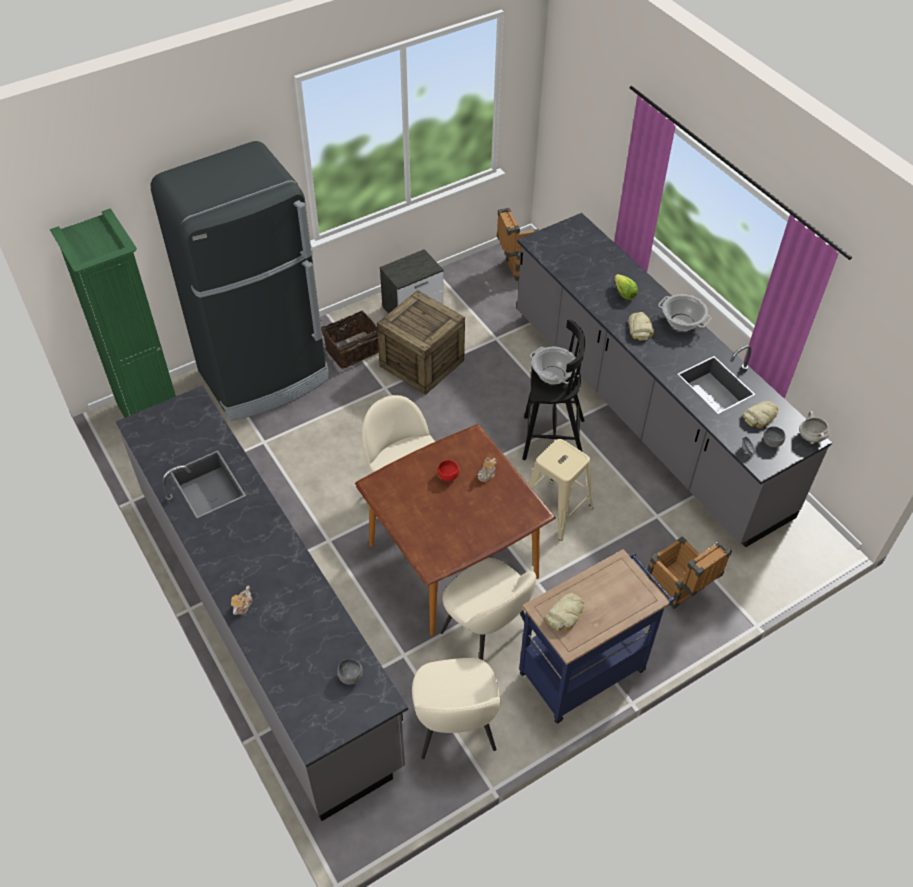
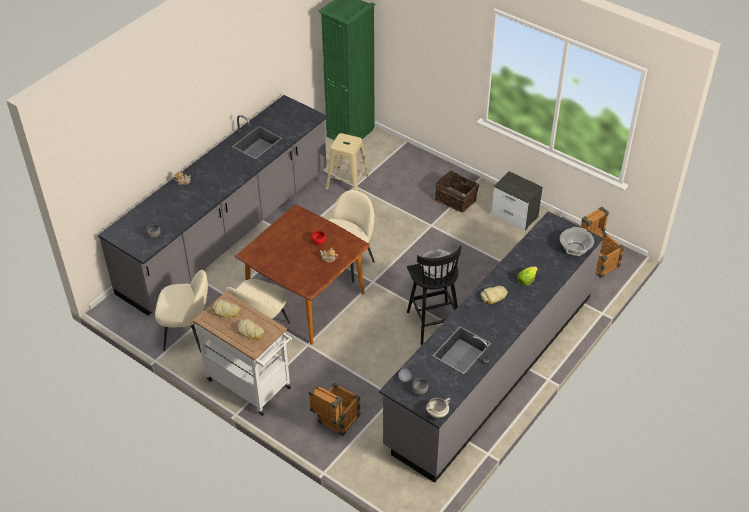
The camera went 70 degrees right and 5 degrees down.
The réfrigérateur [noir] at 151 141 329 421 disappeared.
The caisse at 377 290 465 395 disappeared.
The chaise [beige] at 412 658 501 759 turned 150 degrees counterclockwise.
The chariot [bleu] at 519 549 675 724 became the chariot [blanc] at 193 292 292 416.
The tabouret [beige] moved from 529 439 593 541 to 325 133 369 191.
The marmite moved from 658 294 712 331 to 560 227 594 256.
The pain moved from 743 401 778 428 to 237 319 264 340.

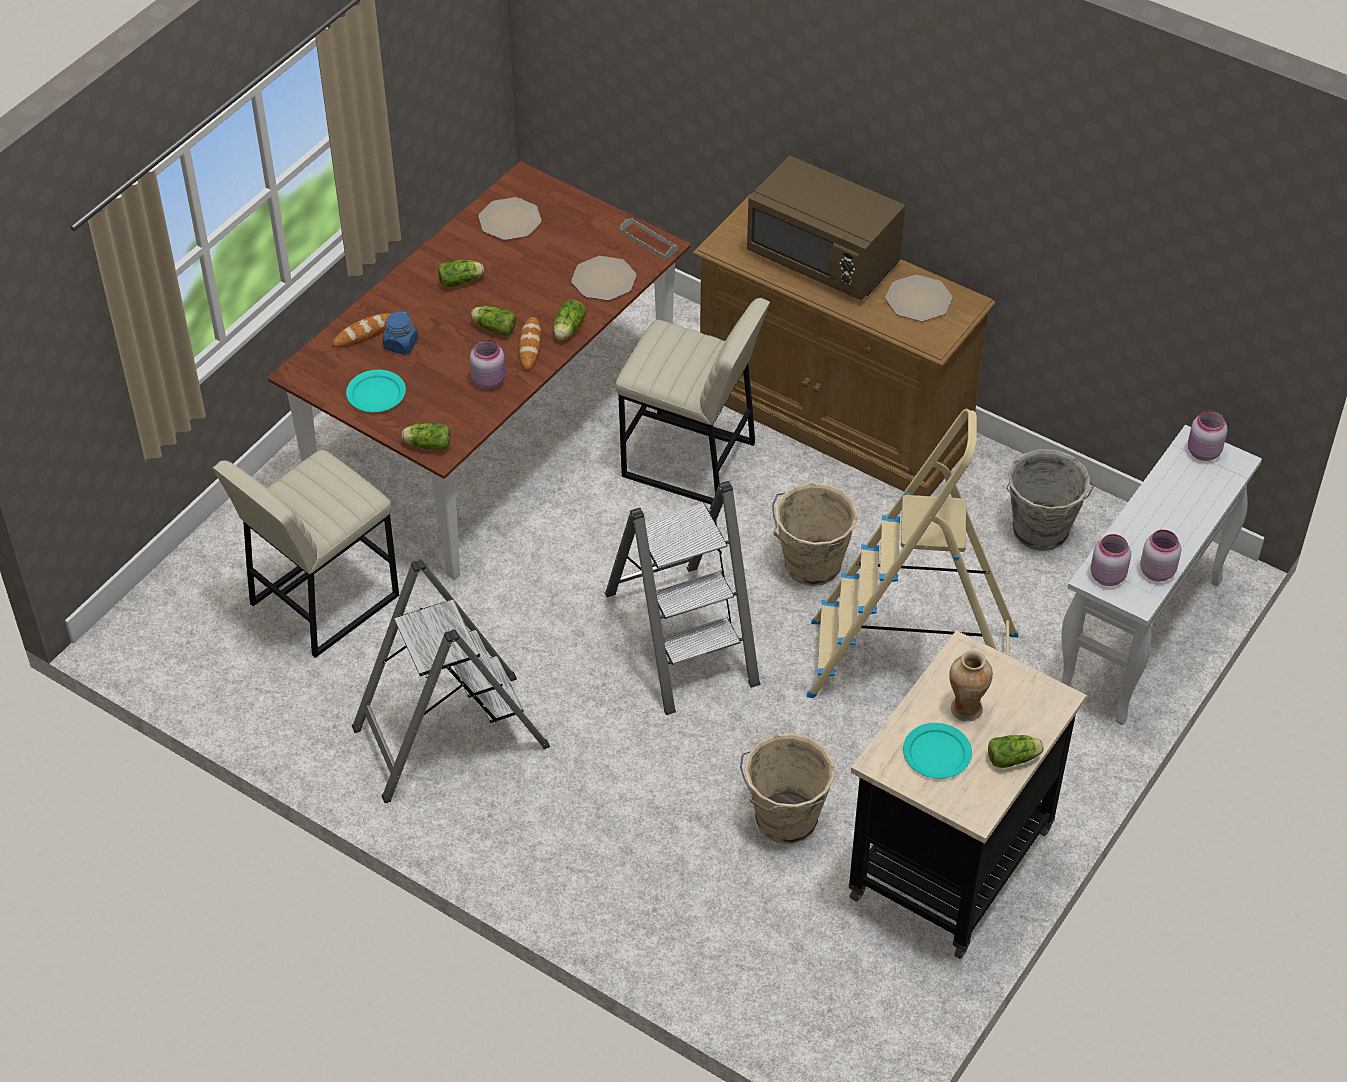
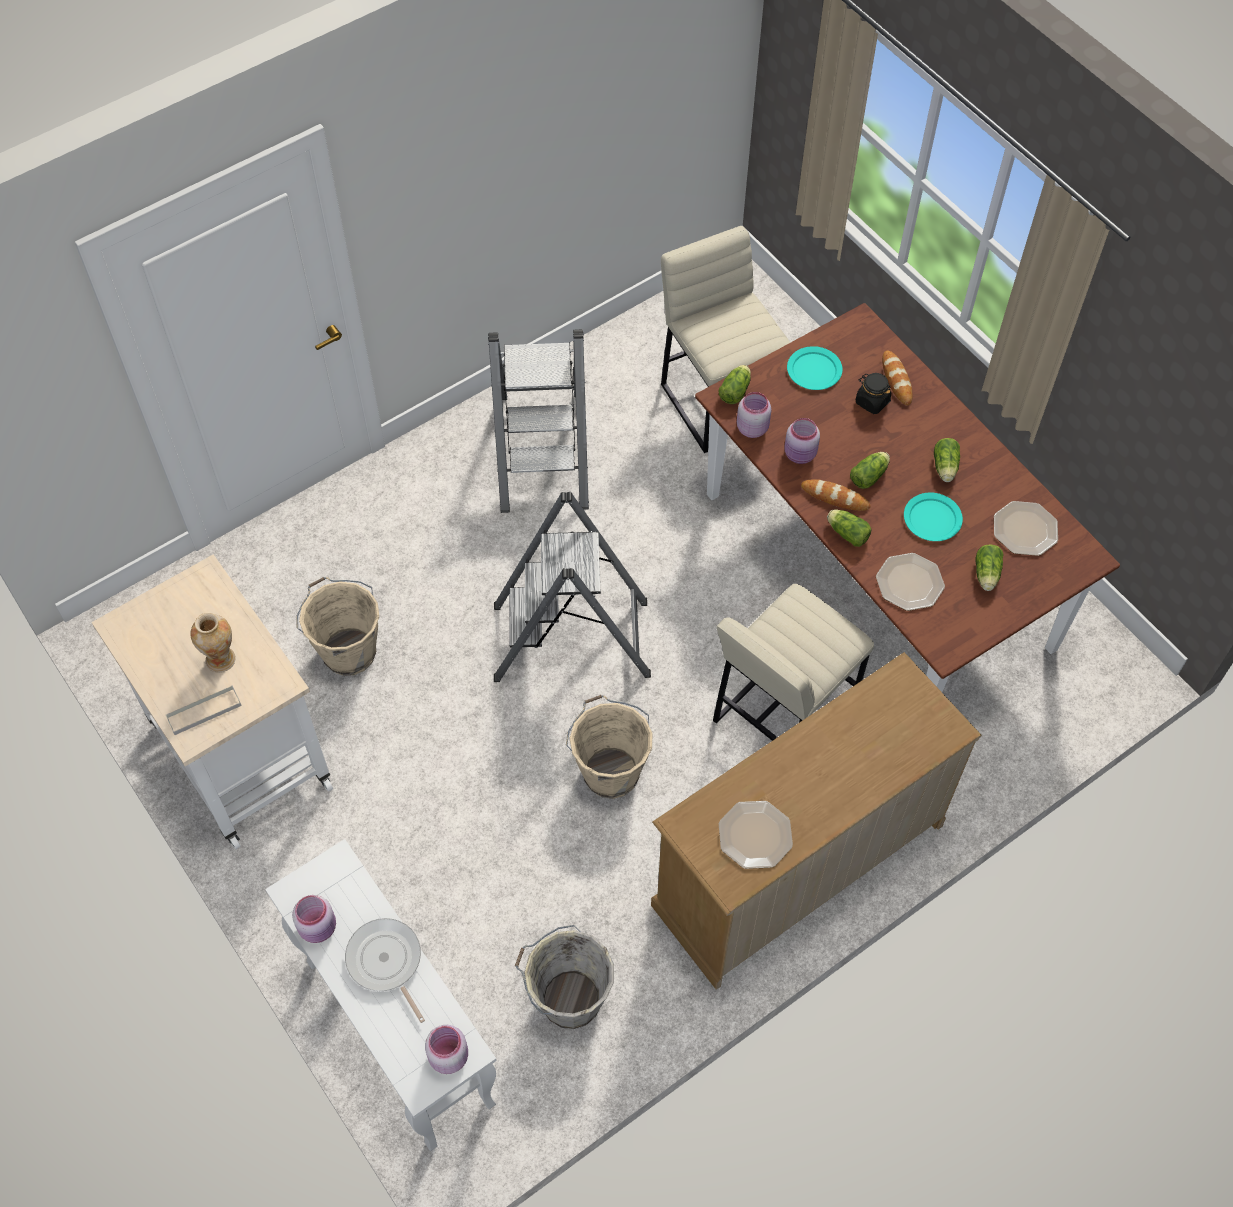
The camera went 110 degrees right and 10 degrees up.
The bocal [bleu] at 383 310 418 355 became the bocal [noir] at 856 373 891 414.
The plateau [gris] moved from 619 218 678 260 to 165 685 242 735.
The micro-ondes [marron] at 747 156 905 301 disappeared.
The escabeau [beige] at 807 409 1019 698 disappeared.
The chariot [noir] at 849 630 1087 959 became the chariot [blanc] at 91 554 333 849.
The assiette [turquoise] moved from 903 723 972 779 to 904 493 963 541.
The laitue moved from 988 735 1044 768 to 976 544 1004 591.
The bocal [rose] moved from 1091 534 1131 586 to 737 392 771 438.
The poêle at 345 918 425 1023 appeared.

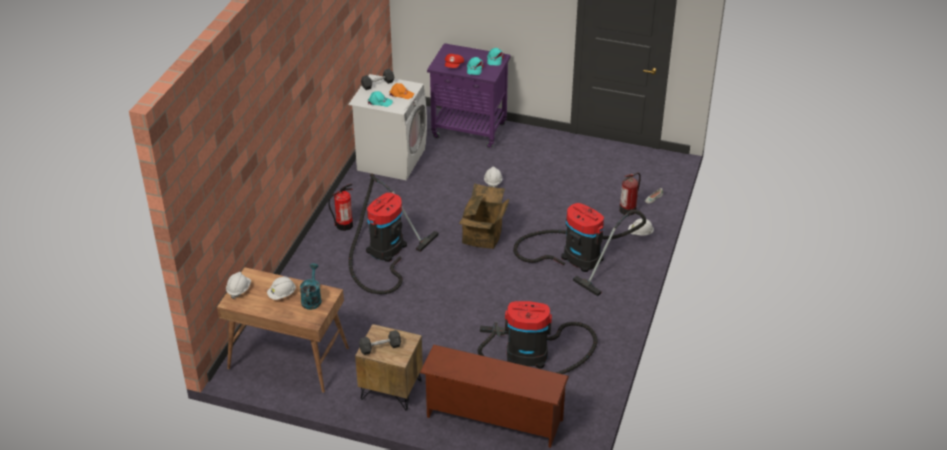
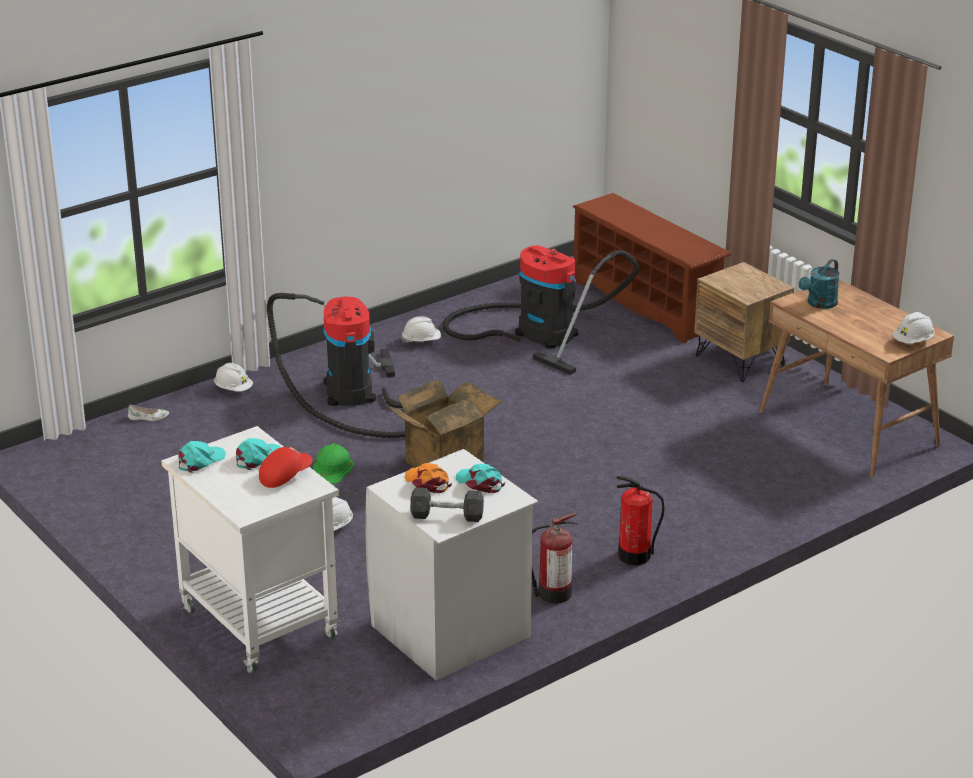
The camera went 145 degrees left and 10 degrees down.
The casque de chantier [blanc] moved from 267 276 296 300 to 402 316 441 343.
The aspirateur at 348 173 439 295 disappeared.
The haltère [gris] at 359 330 401 355 disappeared.
The chariot [violet] at 427 43 511 149 became the chariot [blanc] at 161 426 339 673.
The extincteur moved from 619 172 641 216 to 532 513 578 604.
The casque de chantier [vert] at 313 443 354 484 appeared.

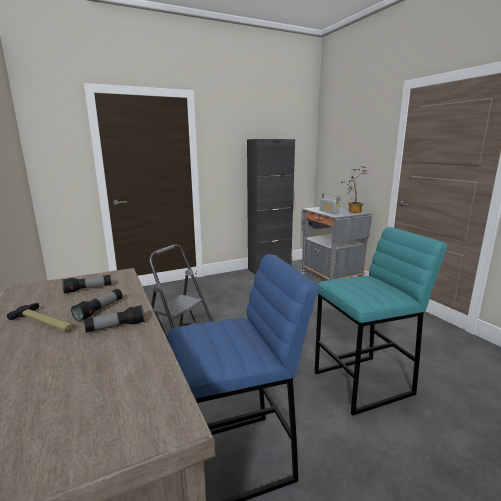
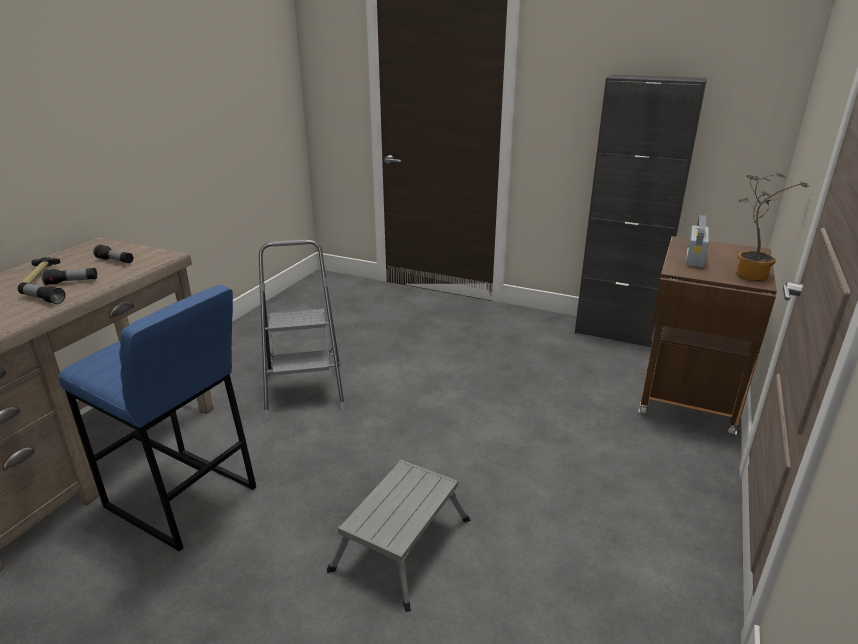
The camera went 50 degrees right and 10 degrees up.
The chariot [gris] at 300 207 372 280 became the chariot [marron] at 638 236 777 435.
The tabouret [turquoise] at 315 227 447 415 was replaced by the escabeau [gris] at 327 459 471 612.

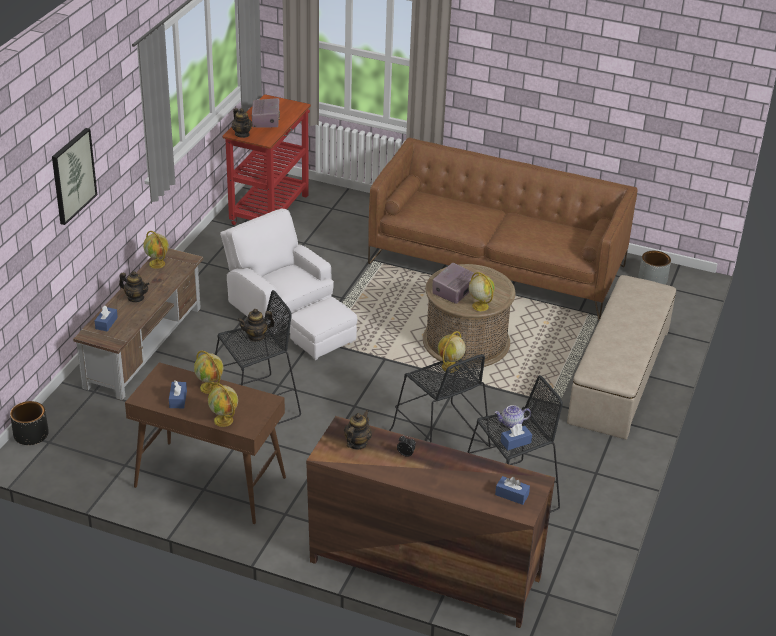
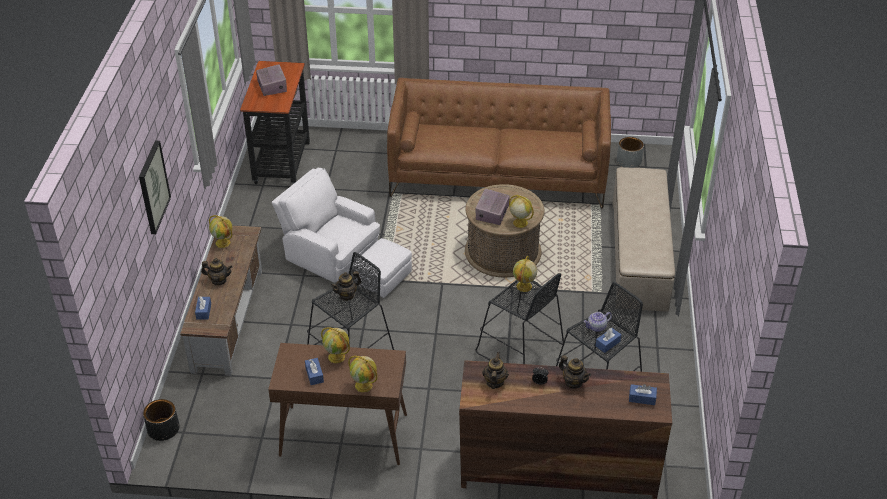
The camera went 15 degrees left and 5 degrees up.
The chariot [rouge] at 222 94 311 225 became the chariot [noir] at 240 61 310 184.
The théière moved from 232 108 252 138 to 559 355 591 388.

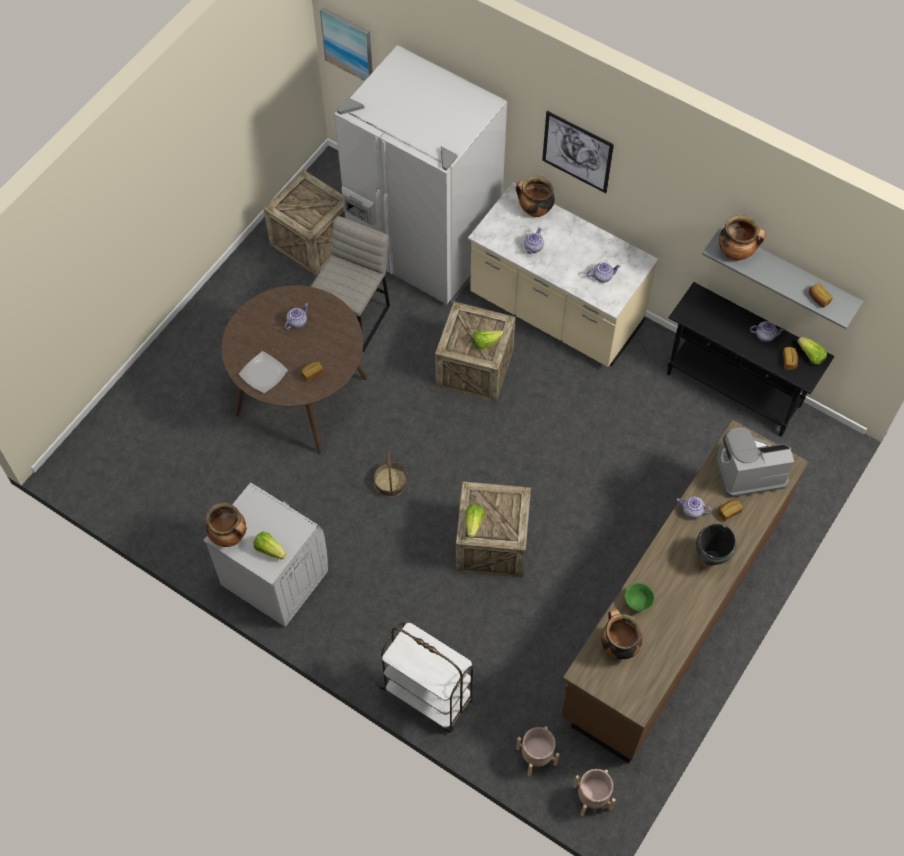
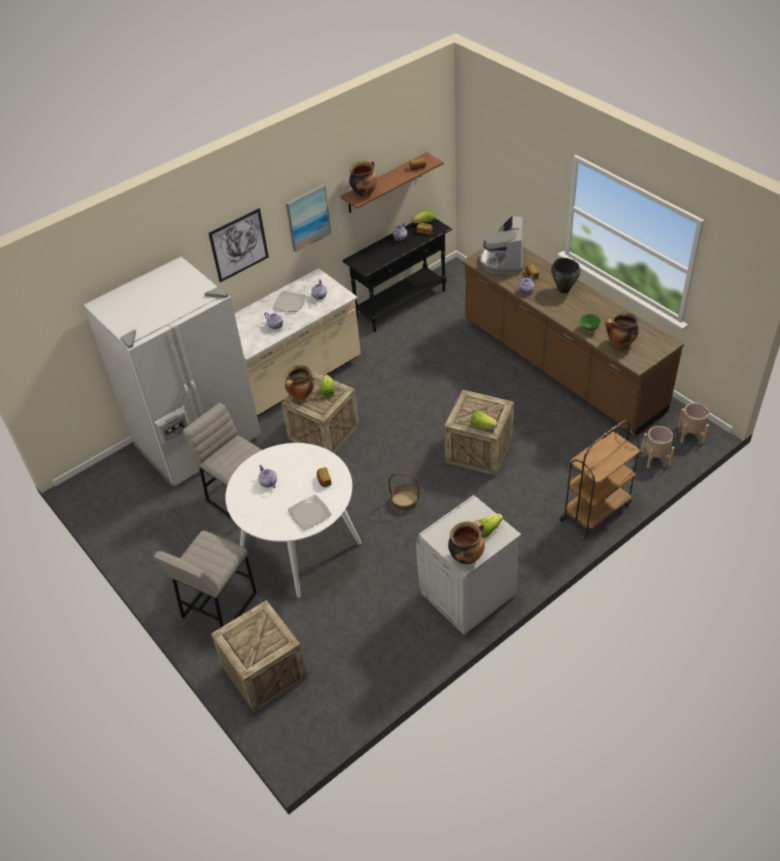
The camera went 70 degrees left and 15 degrees down.
The table à manger [marron] at 222 285 368 454 became the table à manger [blanc] at 225 443 362 598.
The caisse moved from 263 170 345 275 to 211 600 308 712.
The tableau moved from 320 7 373 81 to 286 185 331 252.
The chariot [blanc] at 376 622 474 733 became the chariot [marron] at 560 420 640 541.
The marmite moved from 516 176 555 217 to 285 365 314 400.
The étagère [gris] at 702 227 864 329 became the étagère [marron] at 340 152 444 213.
The chaise [gris] at 153 531 257 628 appeared.
The assiette at 273 291 307 312 appeared.

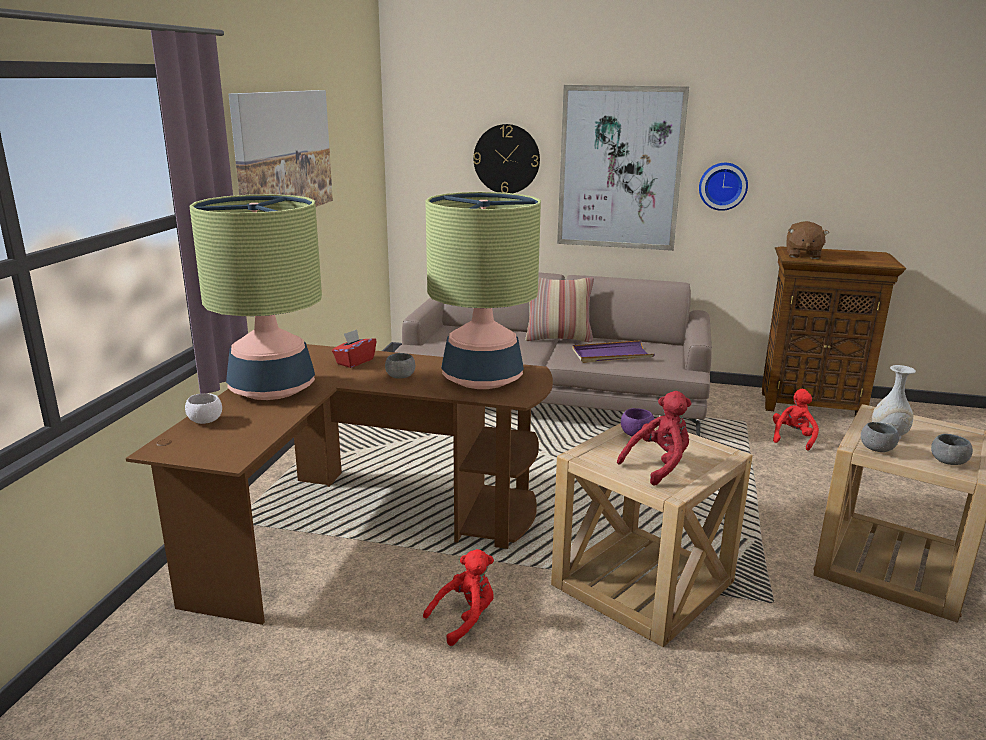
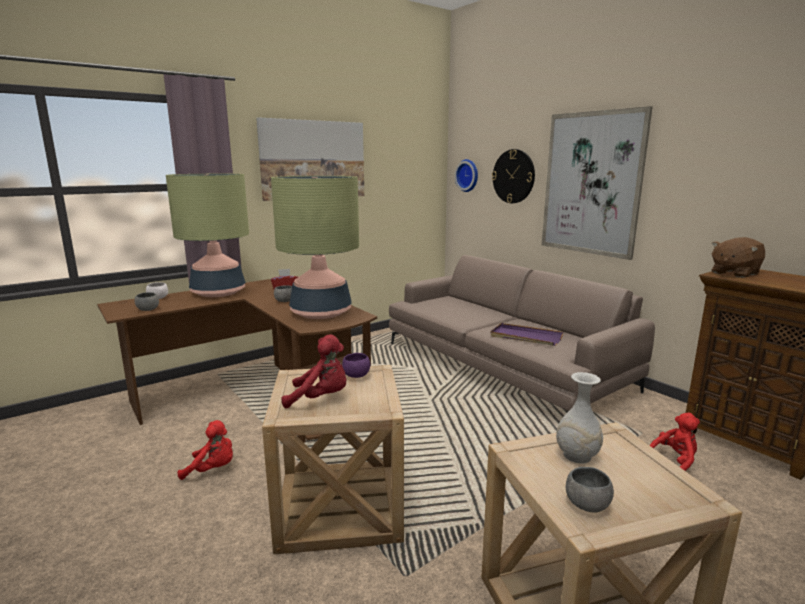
The camera went 40 degrees right and 5 degrees down.
The coussin at 525 277 594 343 disappeared.
The horloge murale moved from 699 163 748 211 to 454 159 478 192.
The bol [gris] moved from 861 422 899 452 to 134 292 159 311.

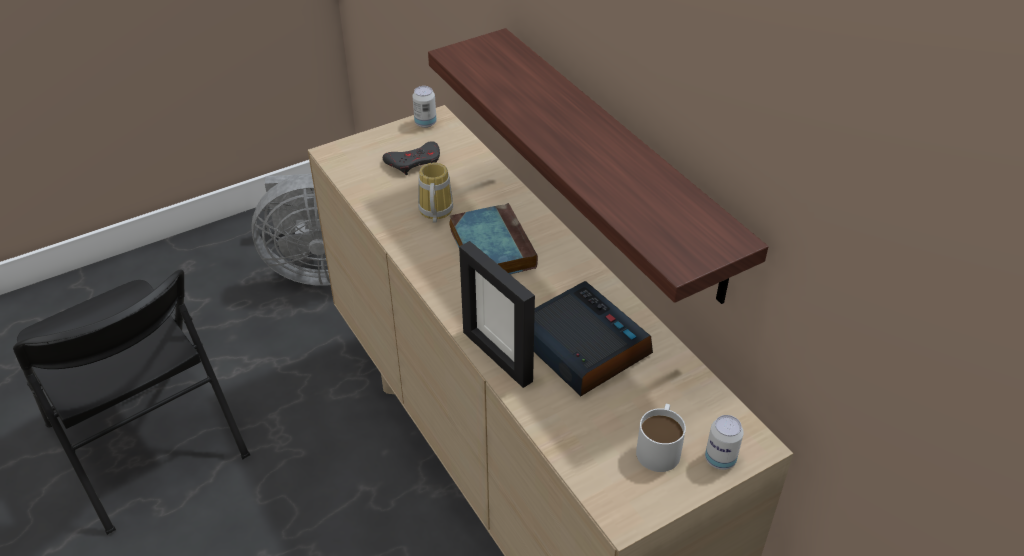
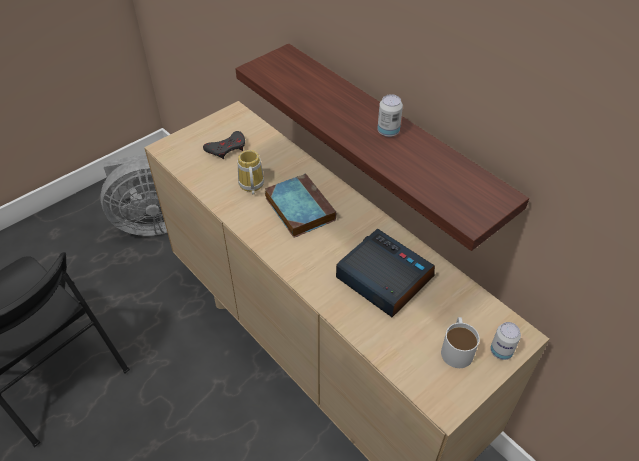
The camera went 10 degrees left and 5 degrees up.
The boîte métallique moved from 412 86 437 128 to 377 94 403 137.
The cadre photo at 459 241 535 388 disappeared.

